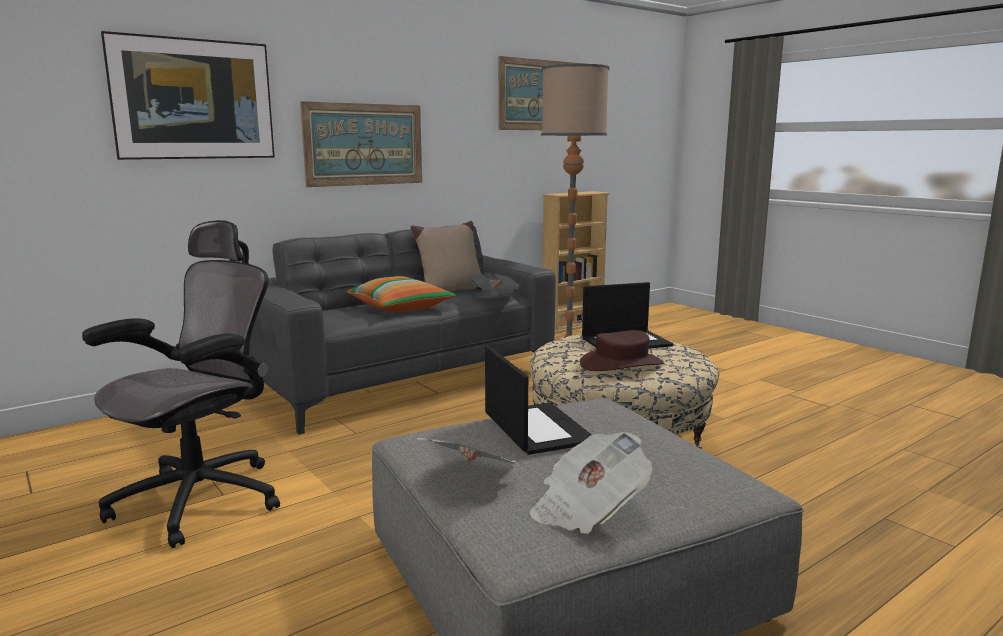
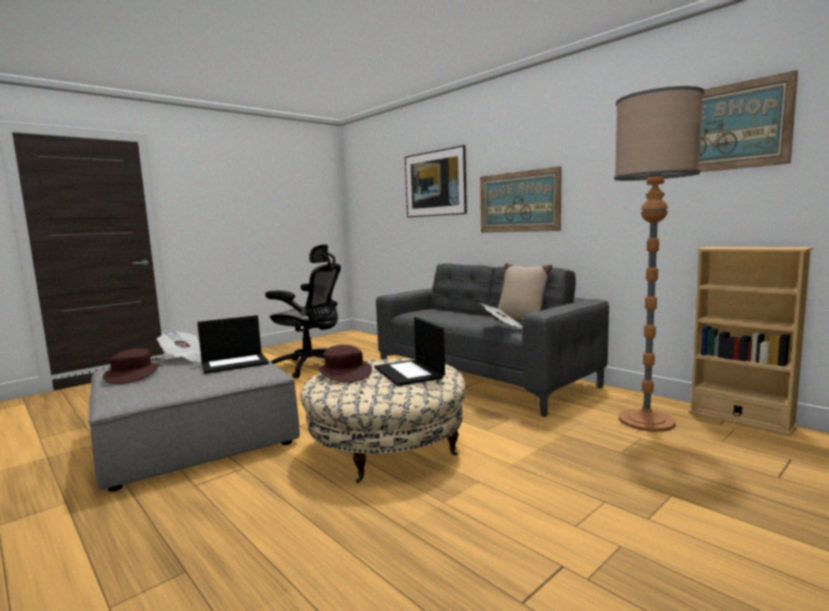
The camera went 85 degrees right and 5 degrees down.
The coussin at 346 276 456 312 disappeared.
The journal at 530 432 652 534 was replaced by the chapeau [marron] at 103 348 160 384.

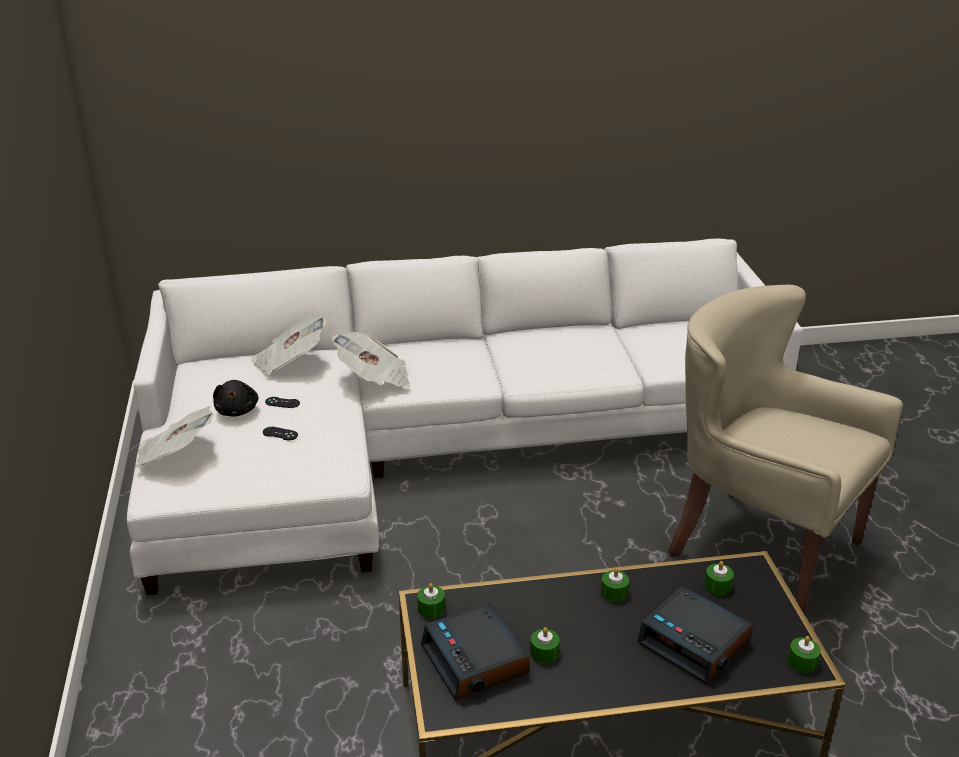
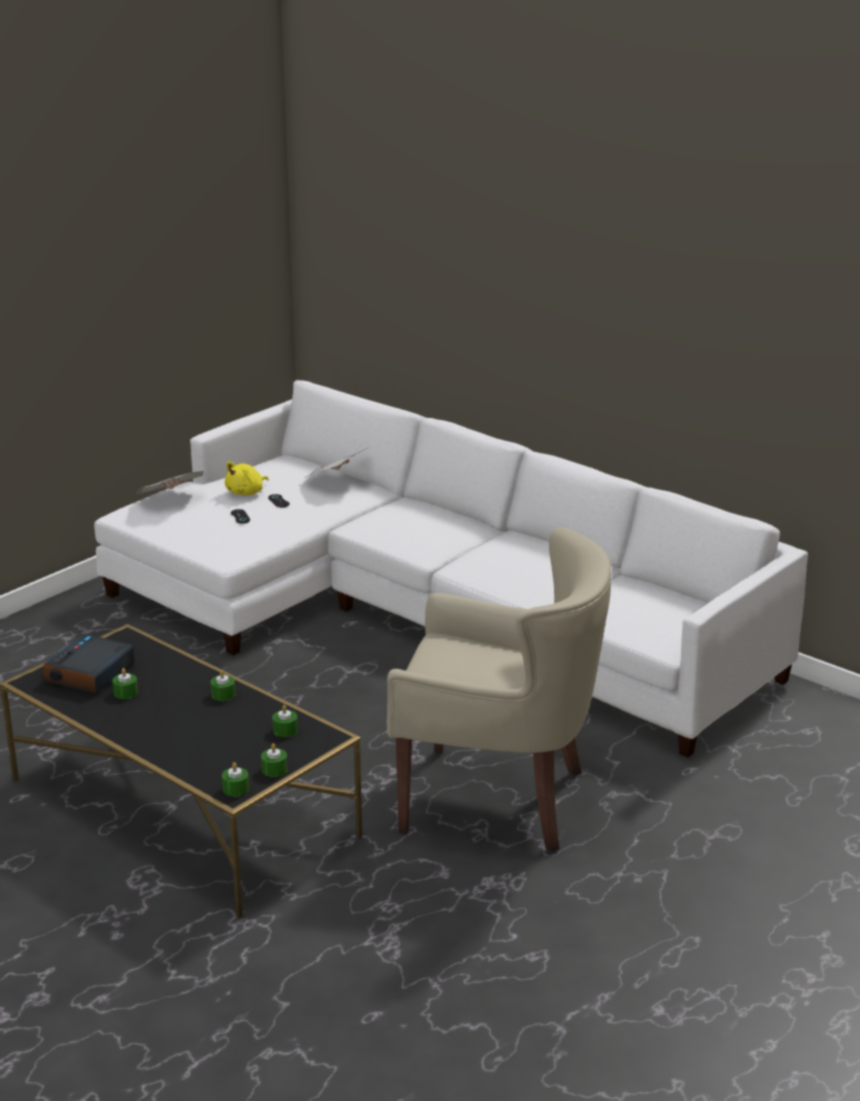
The camera went 50 degrees right and 5 degrees down.
The peluche [noir] at 213 380 258 417 became the peluche [jaune] at 225 462 269 495.
The journal at 332 332 410 388 disappeared.
The bougie [vert] moved from 417 583 445 618 to 261 743 288 777.
The réveil at 637 586 753 684 disappeared.
The fauteuil [beige] at 668 285 903 614 turned 105 degrees clockwise.

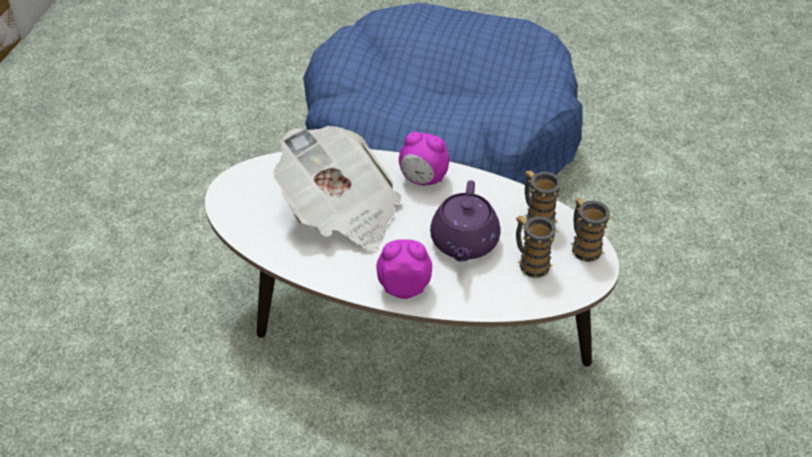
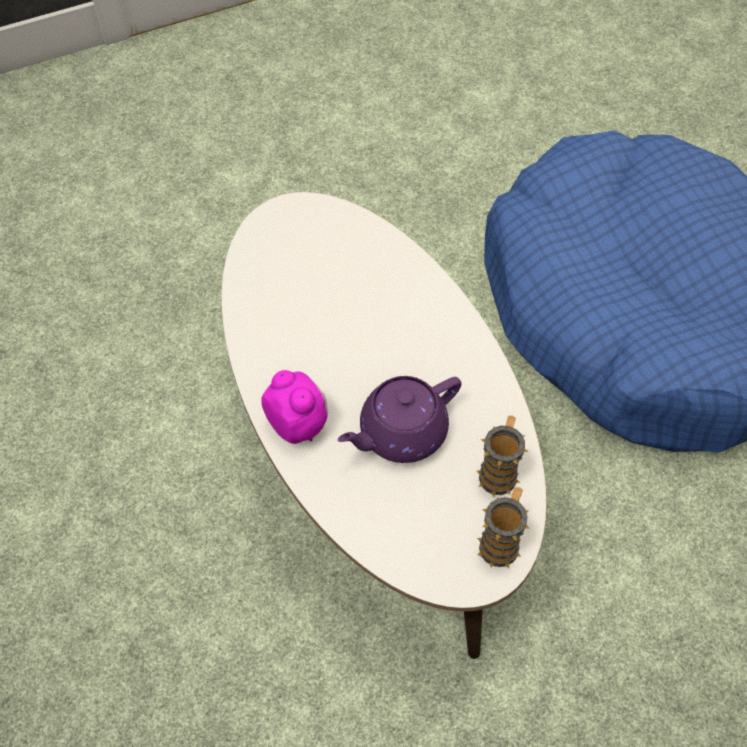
The camera went 50 degrees right and 10 degrees up.
The journal at 273 126 402 251 disappeared.
The réveil at 399 132 449 185 disappeared.
The mug at 516 216 559 278 disappeared.

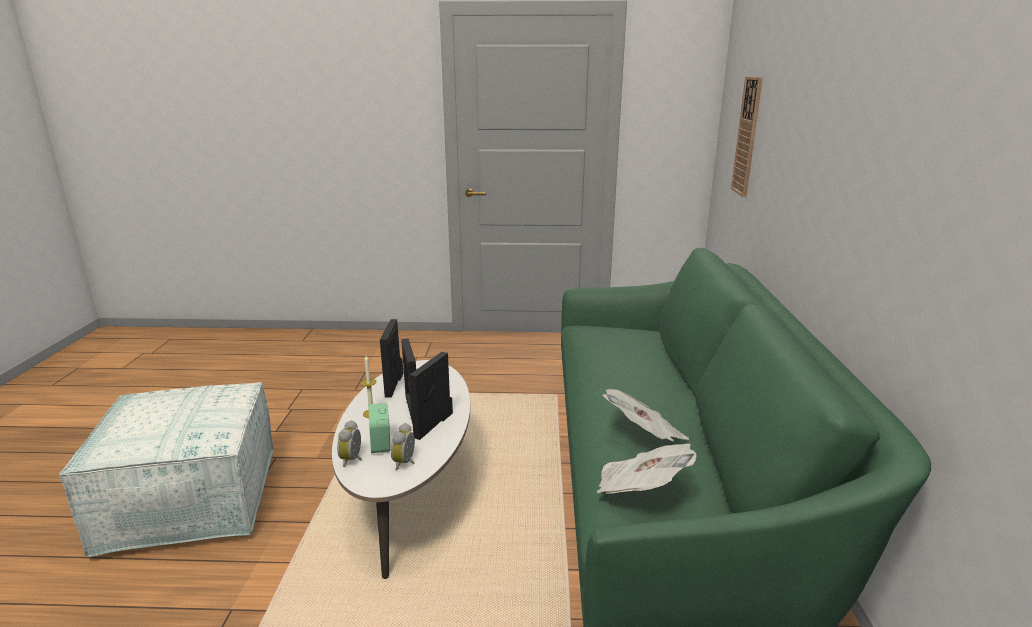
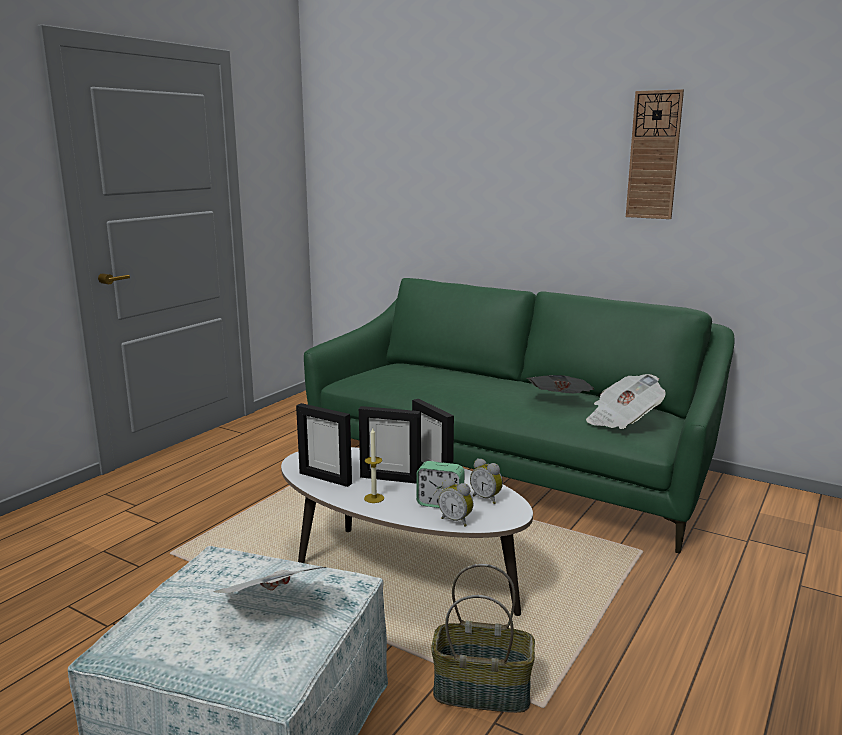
The camera went 60 degrees left and 5 degrees down.
The horloge murale moved from 731 77 763 197 to 626 89 684 219.
The journal at 214 567 325 593 appeared.
The panier at 431 564 535 713 appeared.

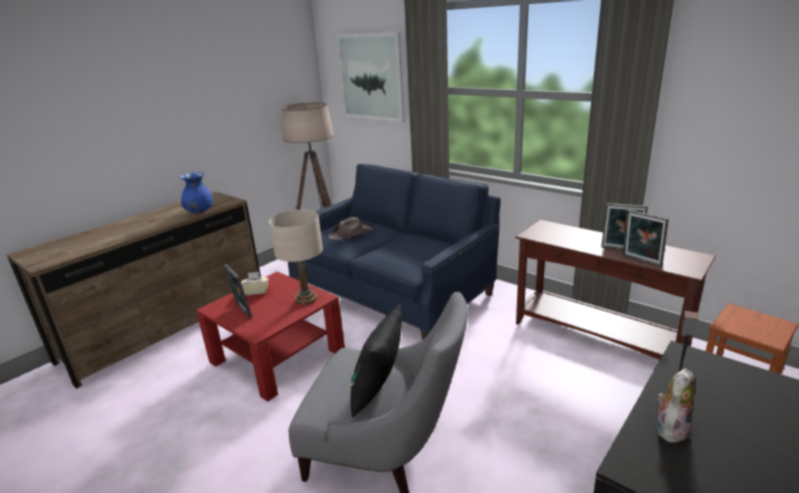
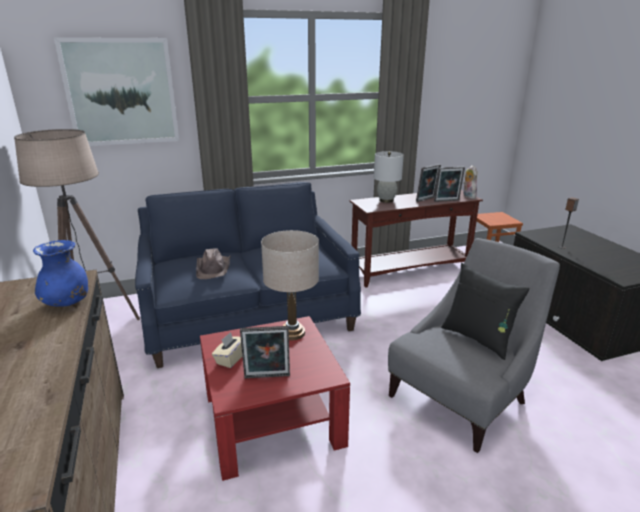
The camera went 60 degrees left and 0 degrees up.
The peluche moved from 657 368 695 443 to 463 165 477 199.
The lampe de table [blanc] at 374 151 404 203 appeared.

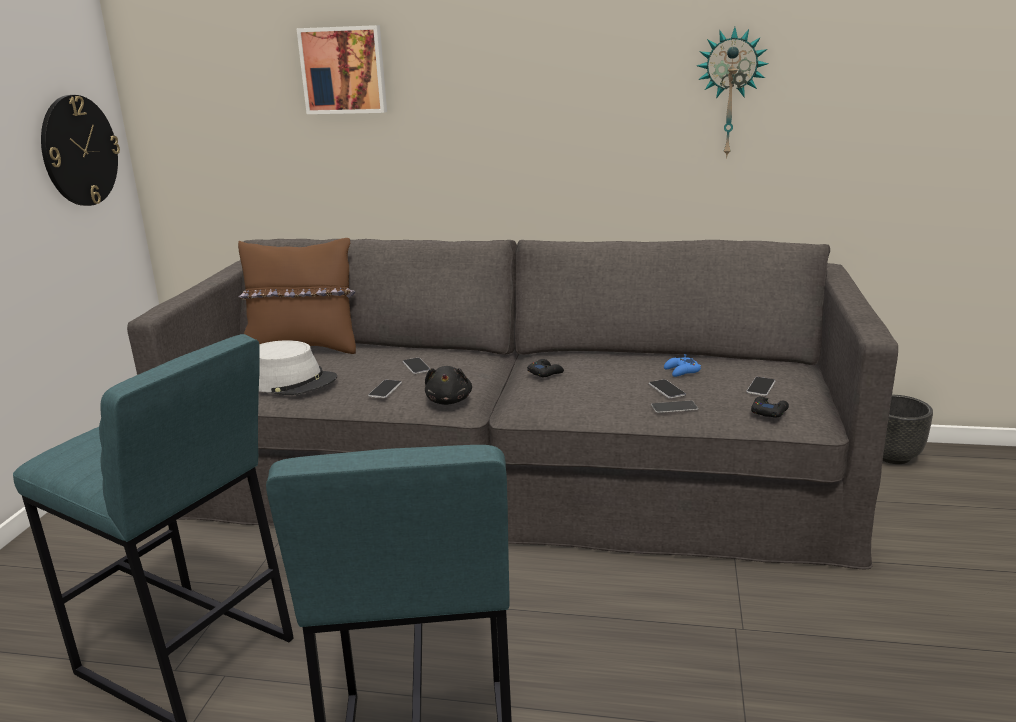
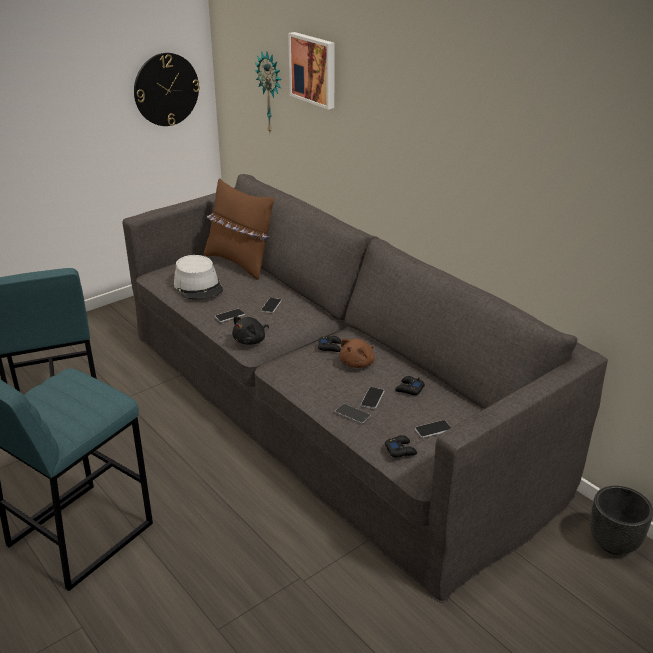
The camera went 40 degrees right and 10 degrees up.
The manette [bleu] at 664 354 701 377 became the manette [noir] at 395 376 425 395.
The horloge murale moved from 697 27 769 159 to 254 51 281 132.
The peluche [marron] at 339 338 375 368 appeared.

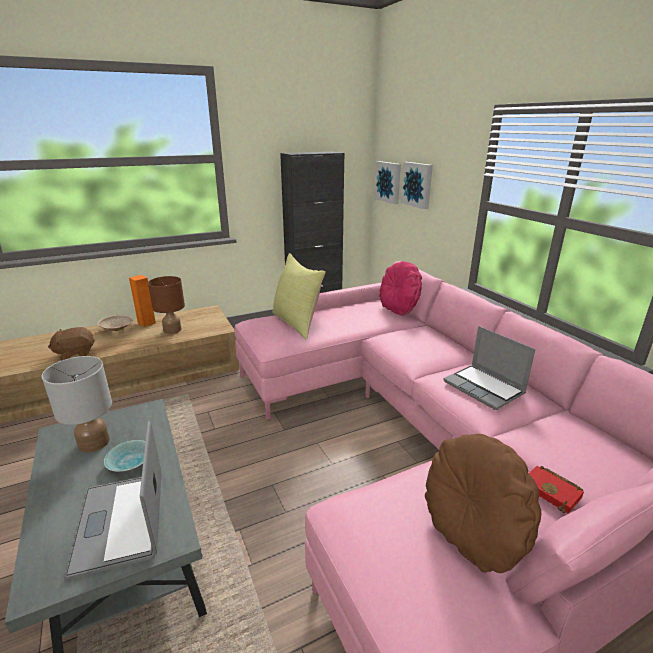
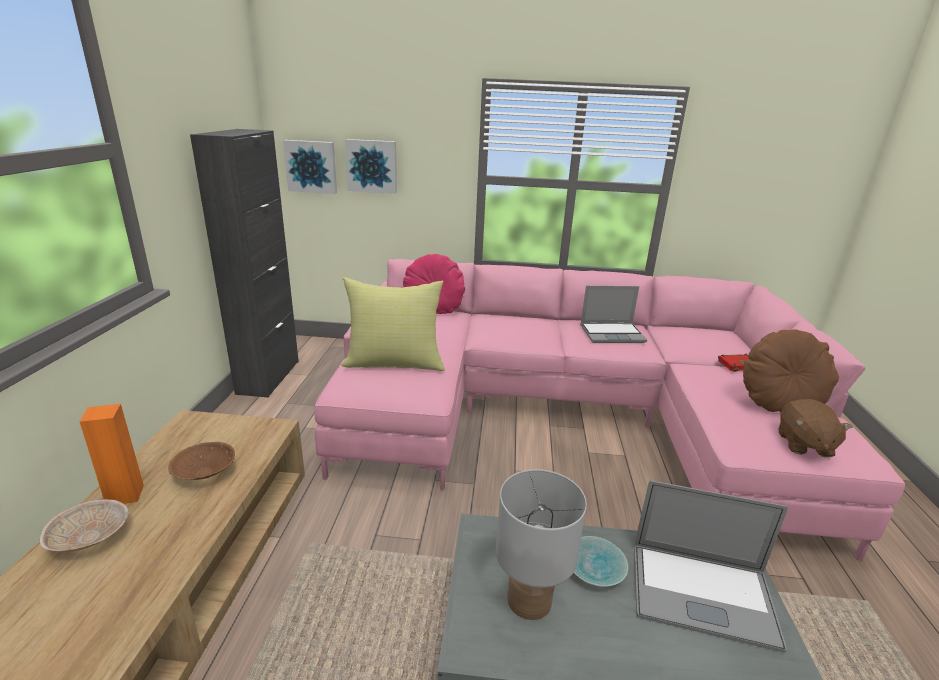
The camera went 60 degrees left and 0 degrees up.
The peluche [marron] moved from 48 327 95 360 to 779 399 853 458.
The lampe de table [marron] at 148 276 185 334 was replaced by the bol [marron] at 168 442 235 480.

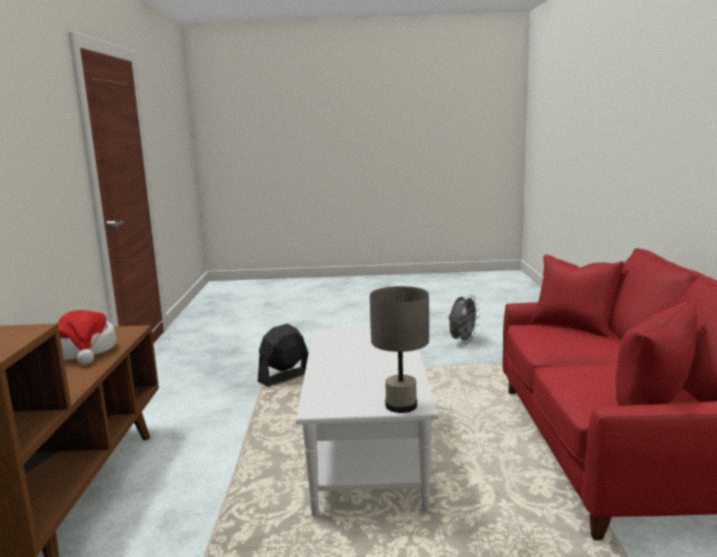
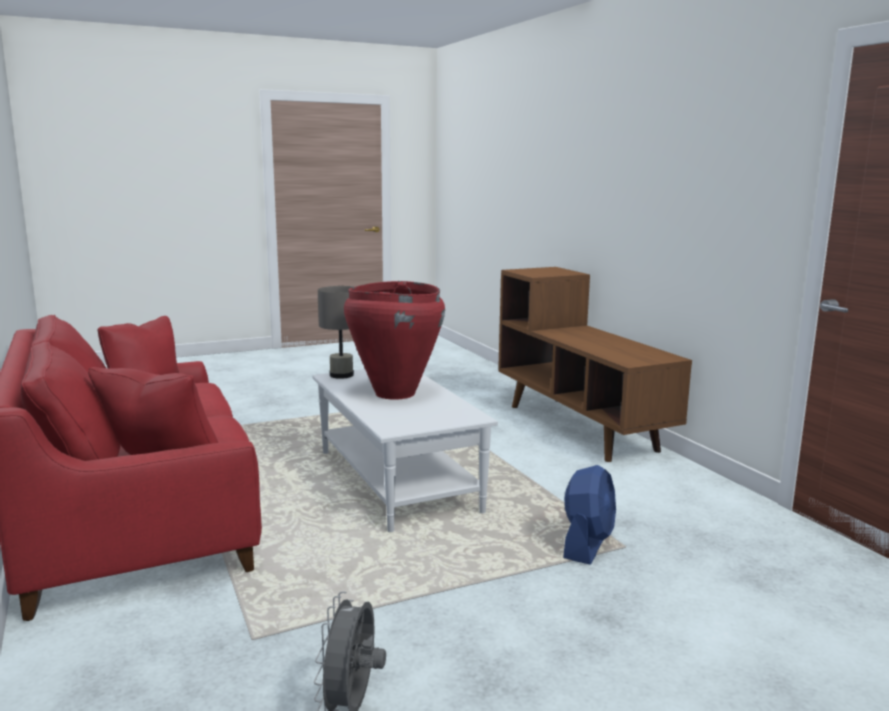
The camera went 155 degrees right and 0 degrees up.
The chapeau at 56 310 117 365 disappeared.
The ventilateur [noir] at 258 324 308 387 became the ventilateur [bleu] at 563 465 616 565.
The vase [rouge] at 344 281 445 400 appeared.

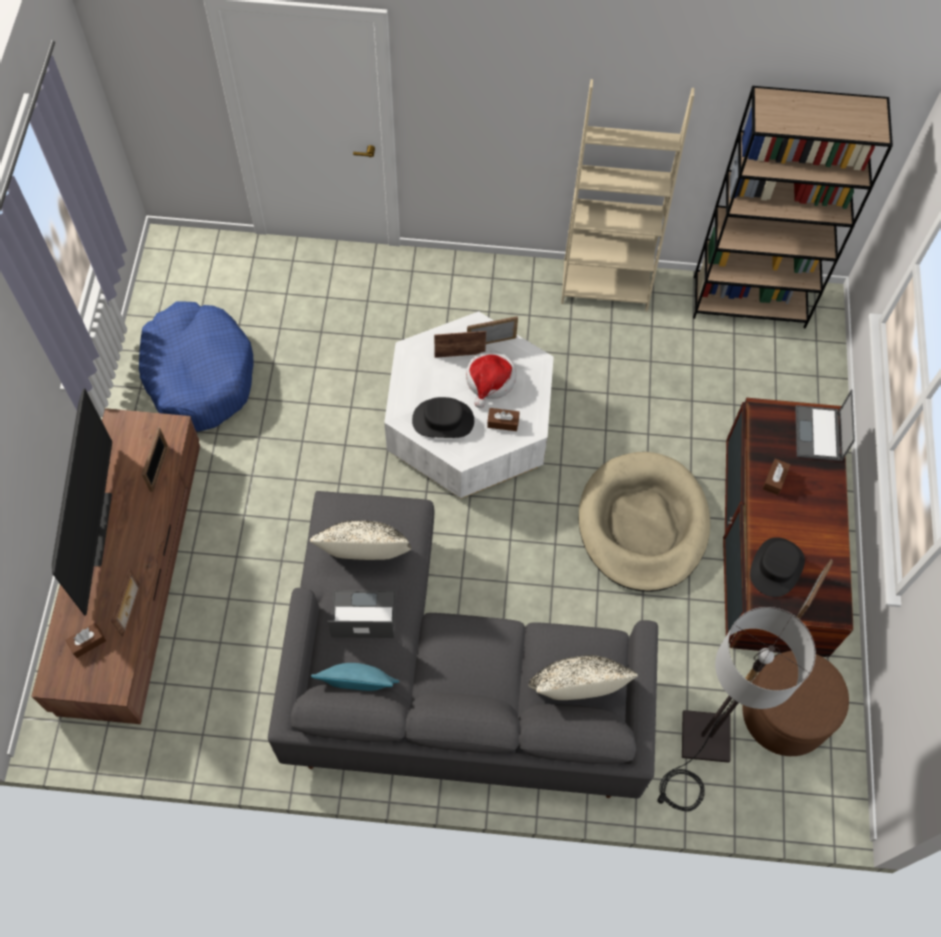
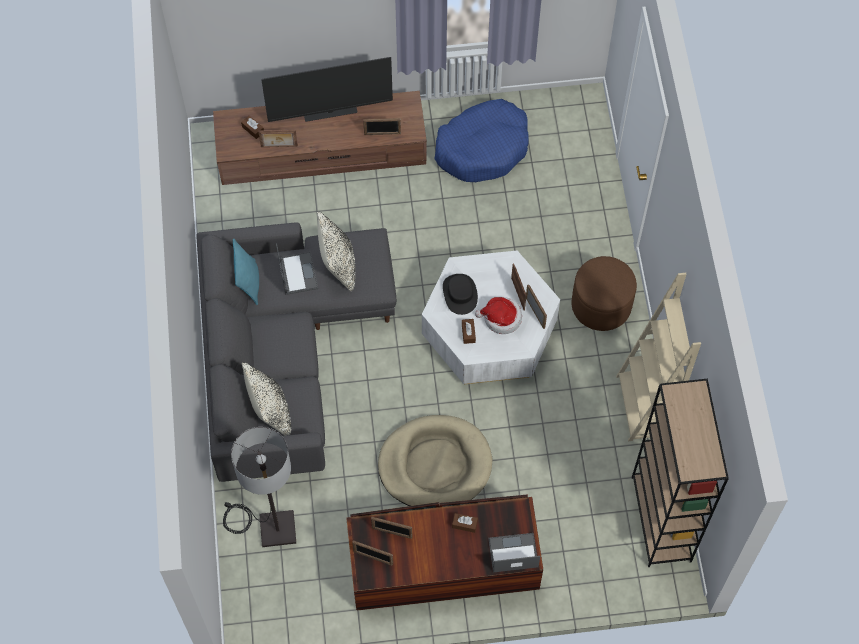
The camera went 80 degrees right and 0 degrees up.
The pouf [marron] moved from 742 651 849 756 to 571 256 637 331.
The chapeau [noir] at 750 537 805 597 was replaced by the cadre photo at 371 517 412 539.

